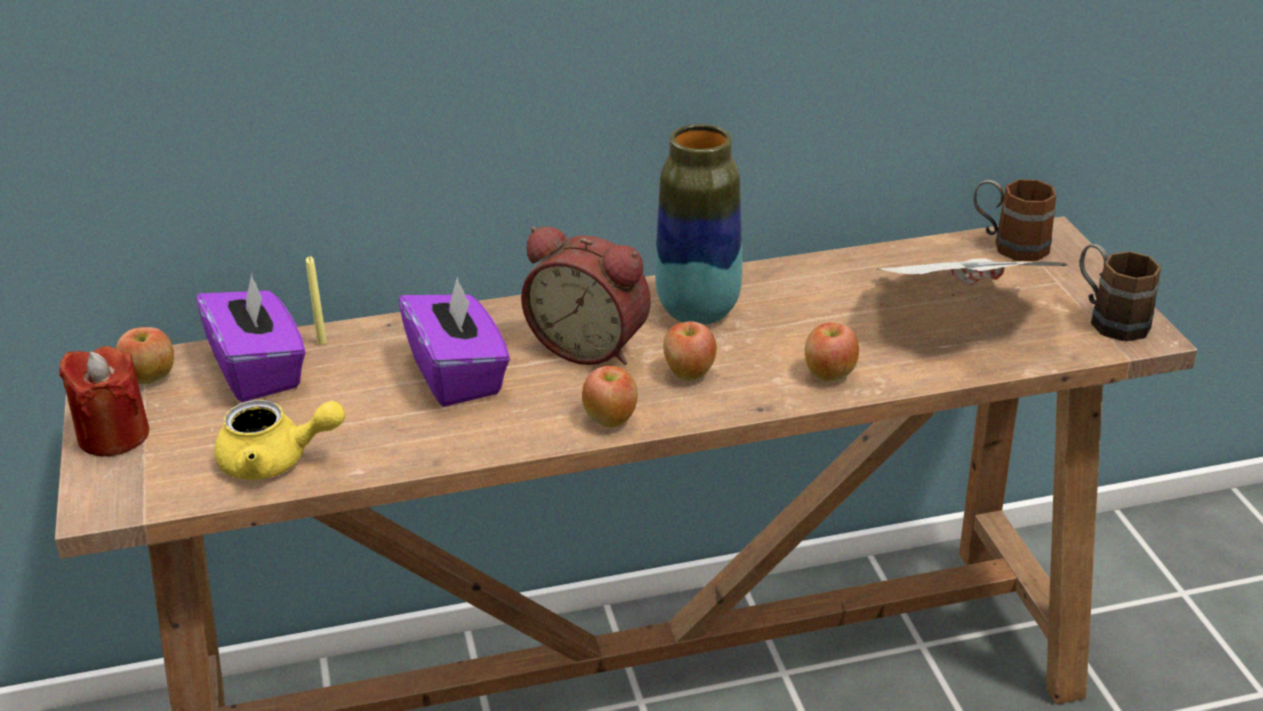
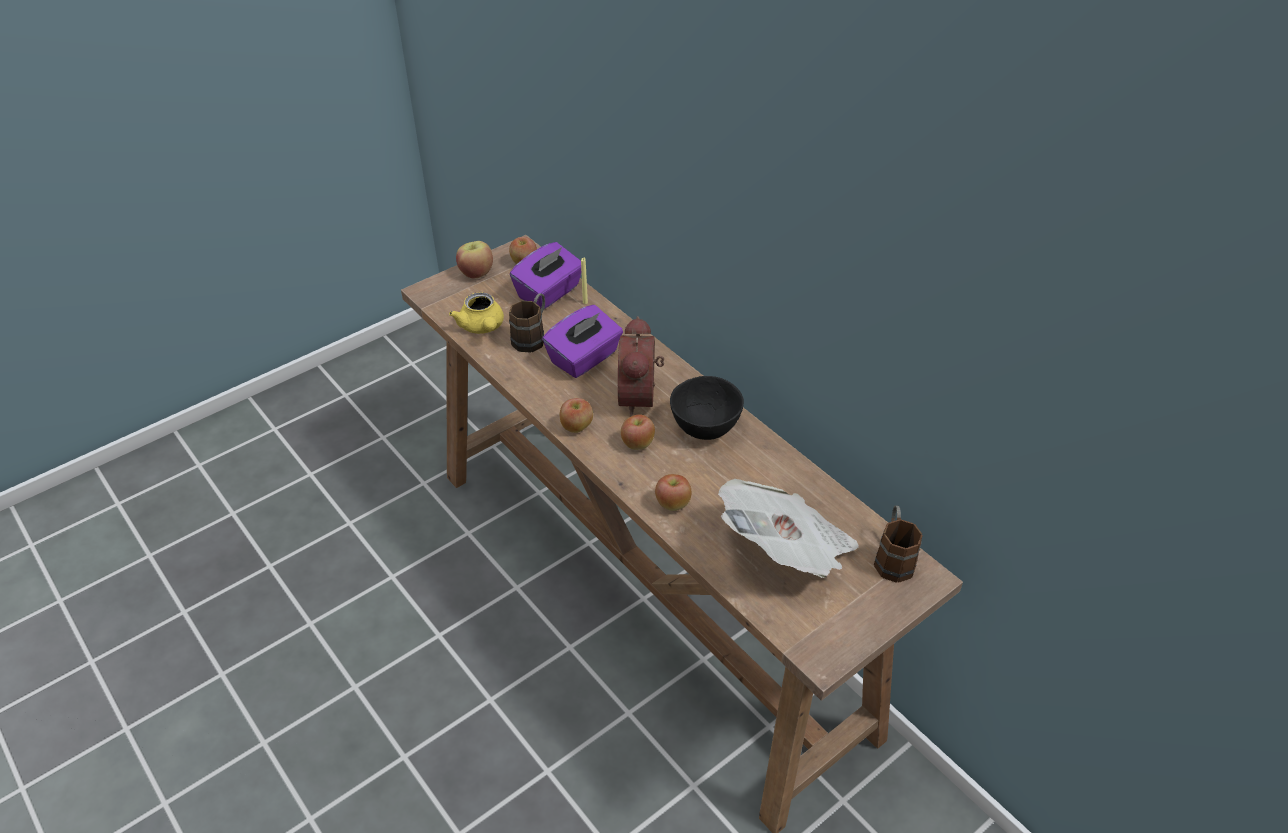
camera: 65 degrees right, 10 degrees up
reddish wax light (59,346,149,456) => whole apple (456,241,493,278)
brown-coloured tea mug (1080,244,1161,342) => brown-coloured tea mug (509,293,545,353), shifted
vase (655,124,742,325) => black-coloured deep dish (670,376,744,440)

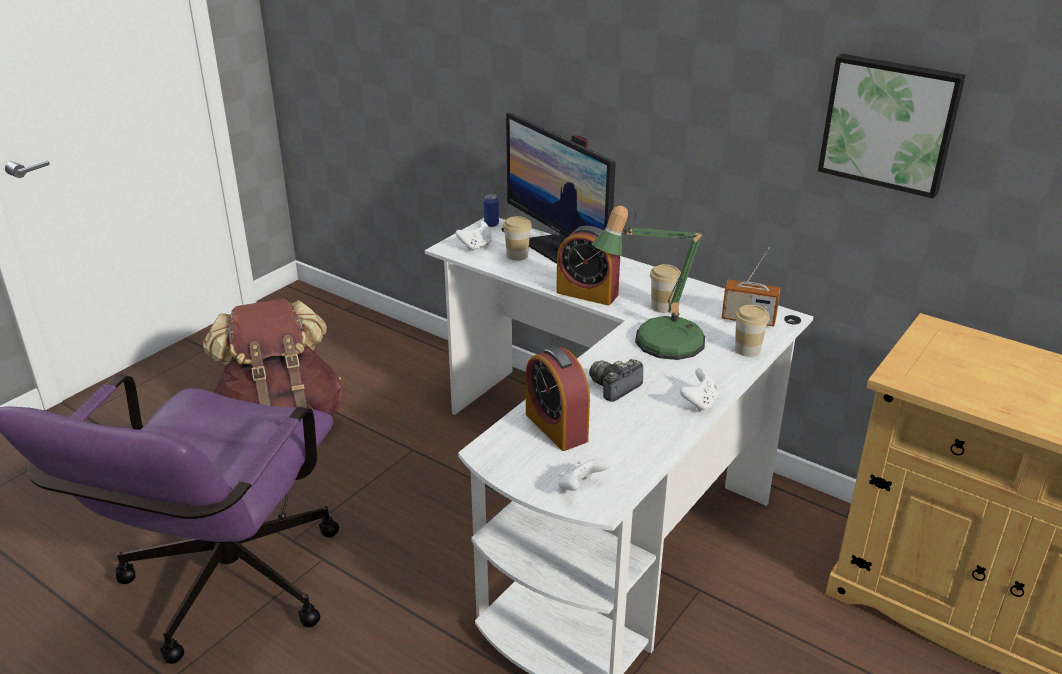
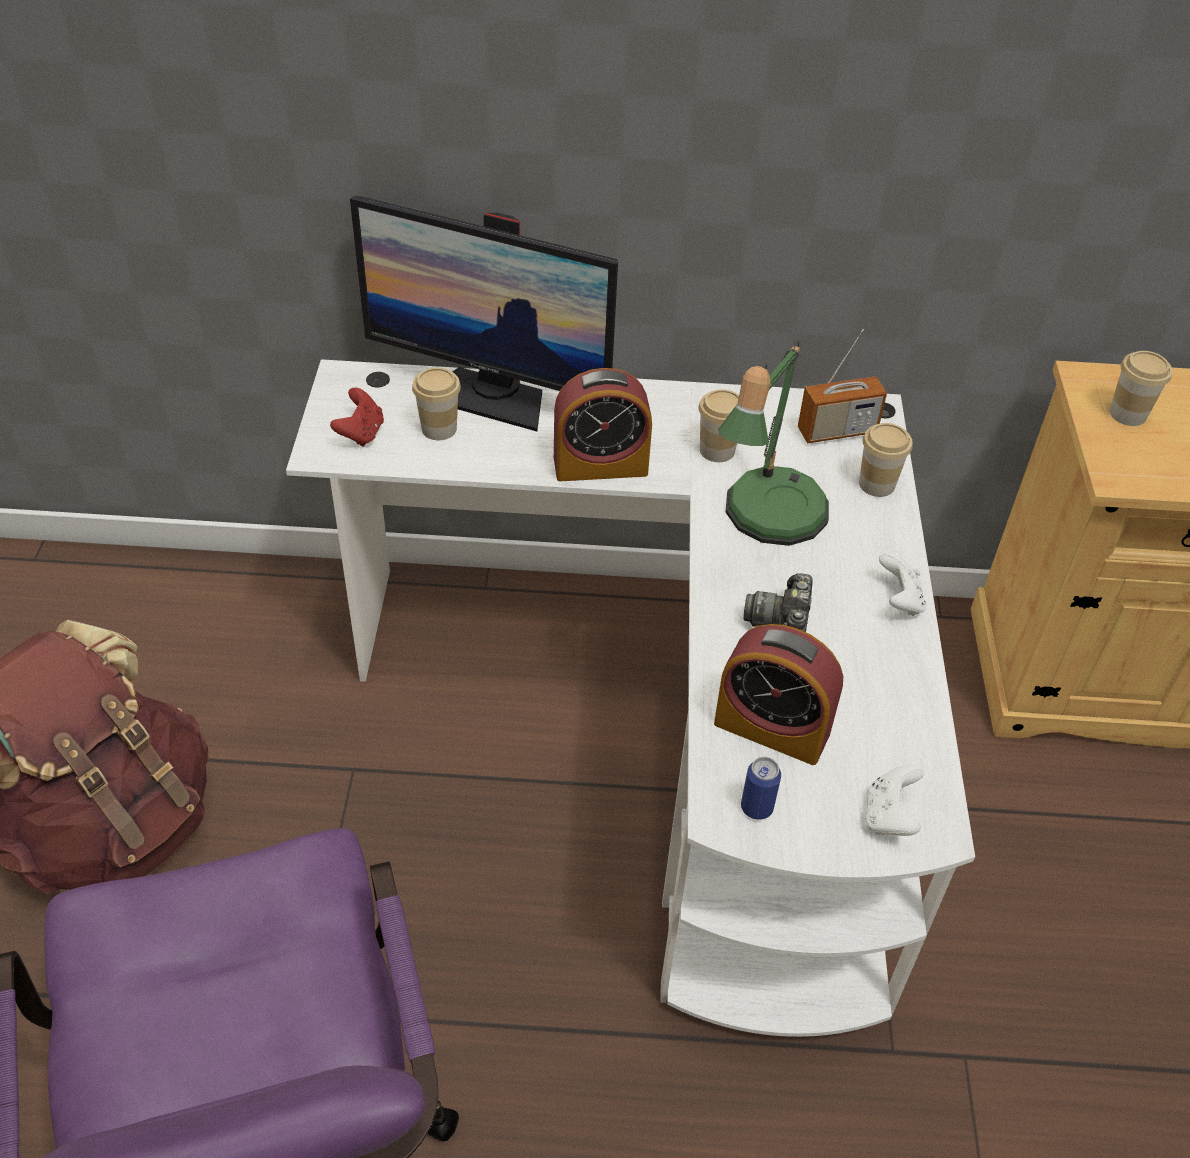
camera: 35 degrees left, 15 degrees up
white game controller (455,221,492,252) => reddish game controller (330,387,384,447)
sealed can (484,194,499,227) => sealed can (741,757,781,820), shifted
nothing => small cup (1110,351,1173,426)
wall picture (818,54,966,199) => nothing

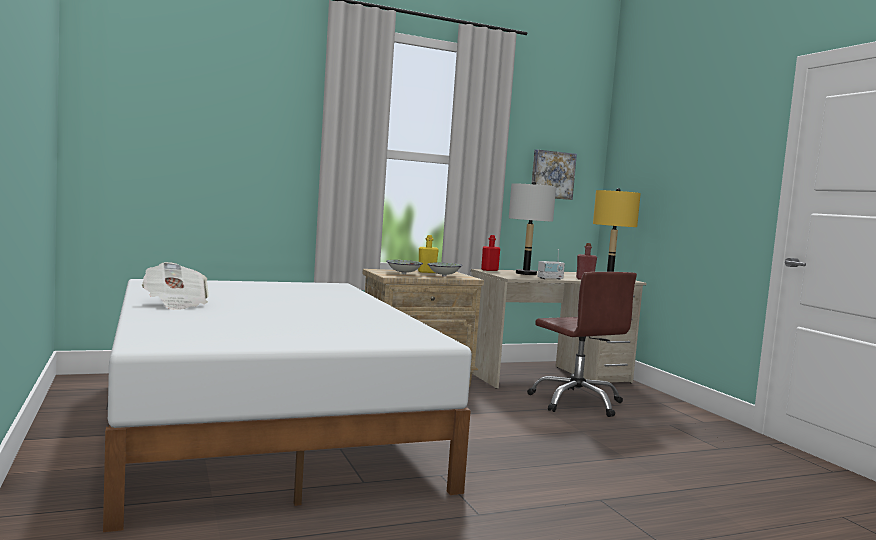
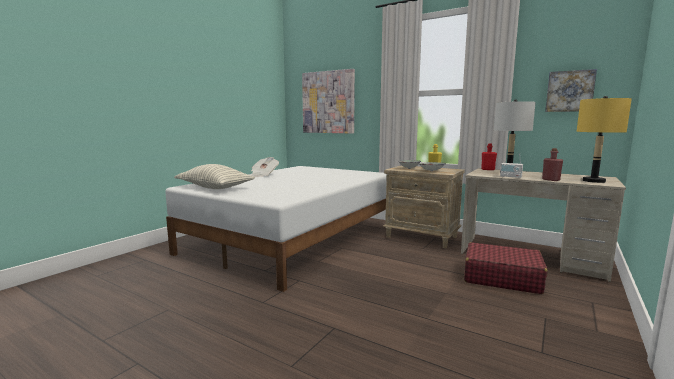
camera: 55 degrees right, 5 degrees up
nothing => throw pillow (174,164,255,189)
nothing => wall picture (302,69,355,134)
brown-coloured desk chair (528,272,637,417) => reddish piece of luggage (464,242,548,294)

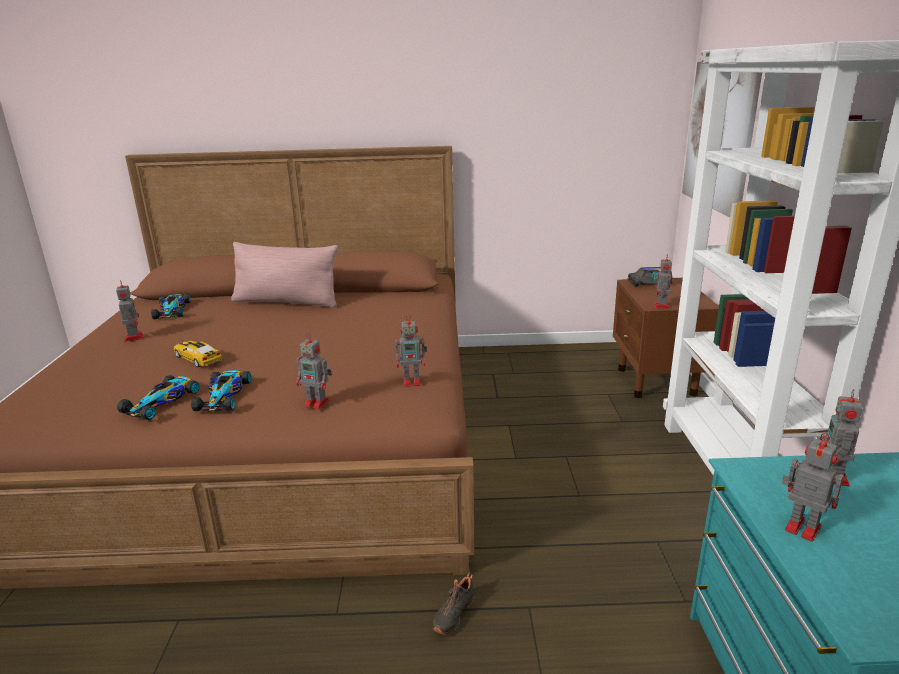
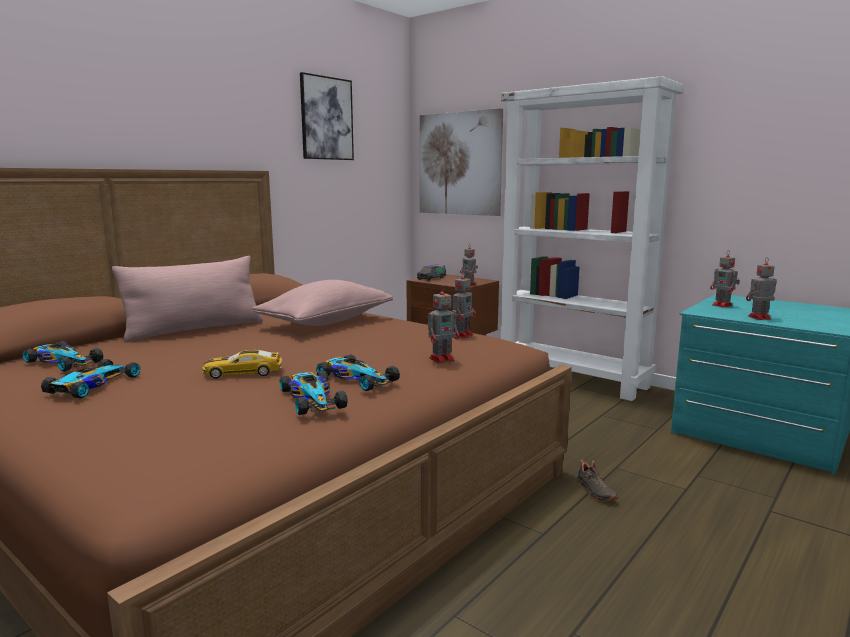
camera: 50 degrees left, 10 degrees down
toy robot (116,280,144,342) => miniature car (41,359,140,399)
nothing => pink throw pillow (252,280,393,326)
nothing => wall picture (300,72,354,160)

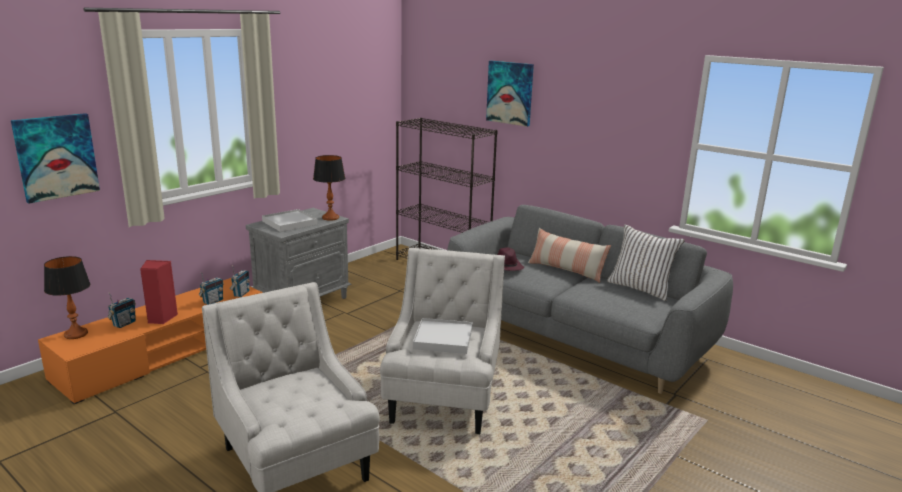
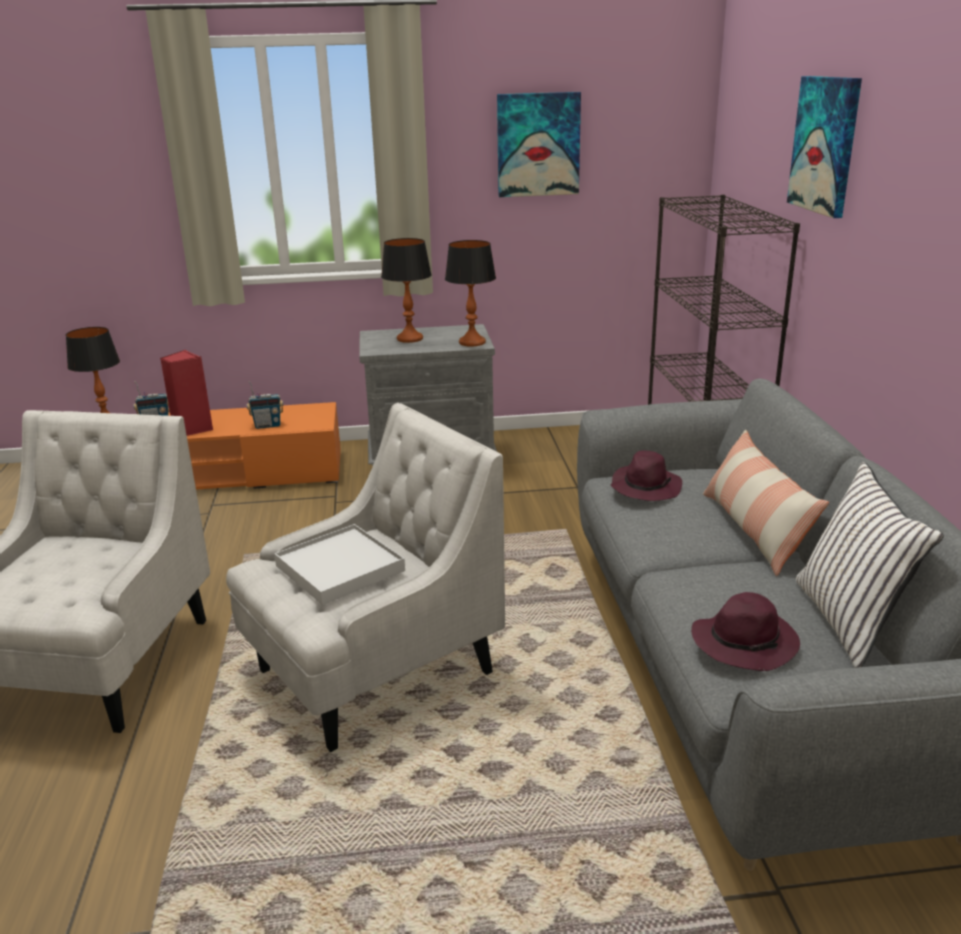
camera: 45 degrees right, 5 degrees up
white carrying tray (262,209,317,232) => tabletop lamp (381,238,432,343)
wall picture (11,113,100,203) => wall picture (497,92,581,197), shifted
nothing => purple-coloured wearable hat (691,592,800,671)
radio (230,265,250,297) => nothing

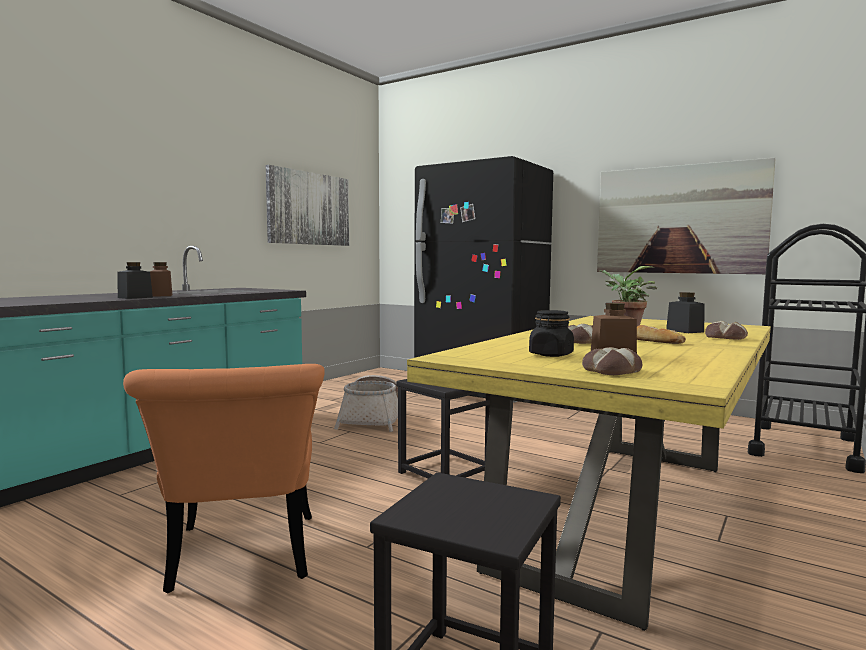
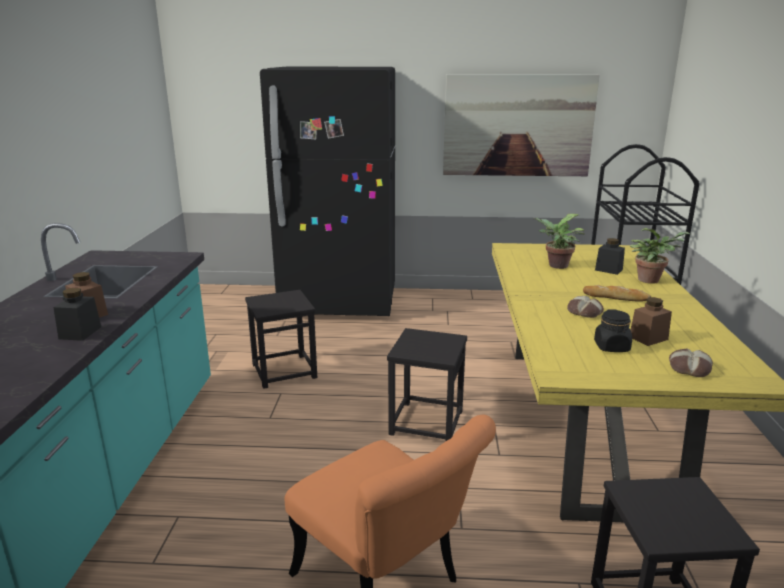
camera: 30 degrees left, 15 degrees up
household basket (334,375,398,432) => black-coloured stool (245,290,317,389)
bread (705,321,748,340) => plant in a pot (630,228,690,284)
wall picture (266,165,349,246) => nothing

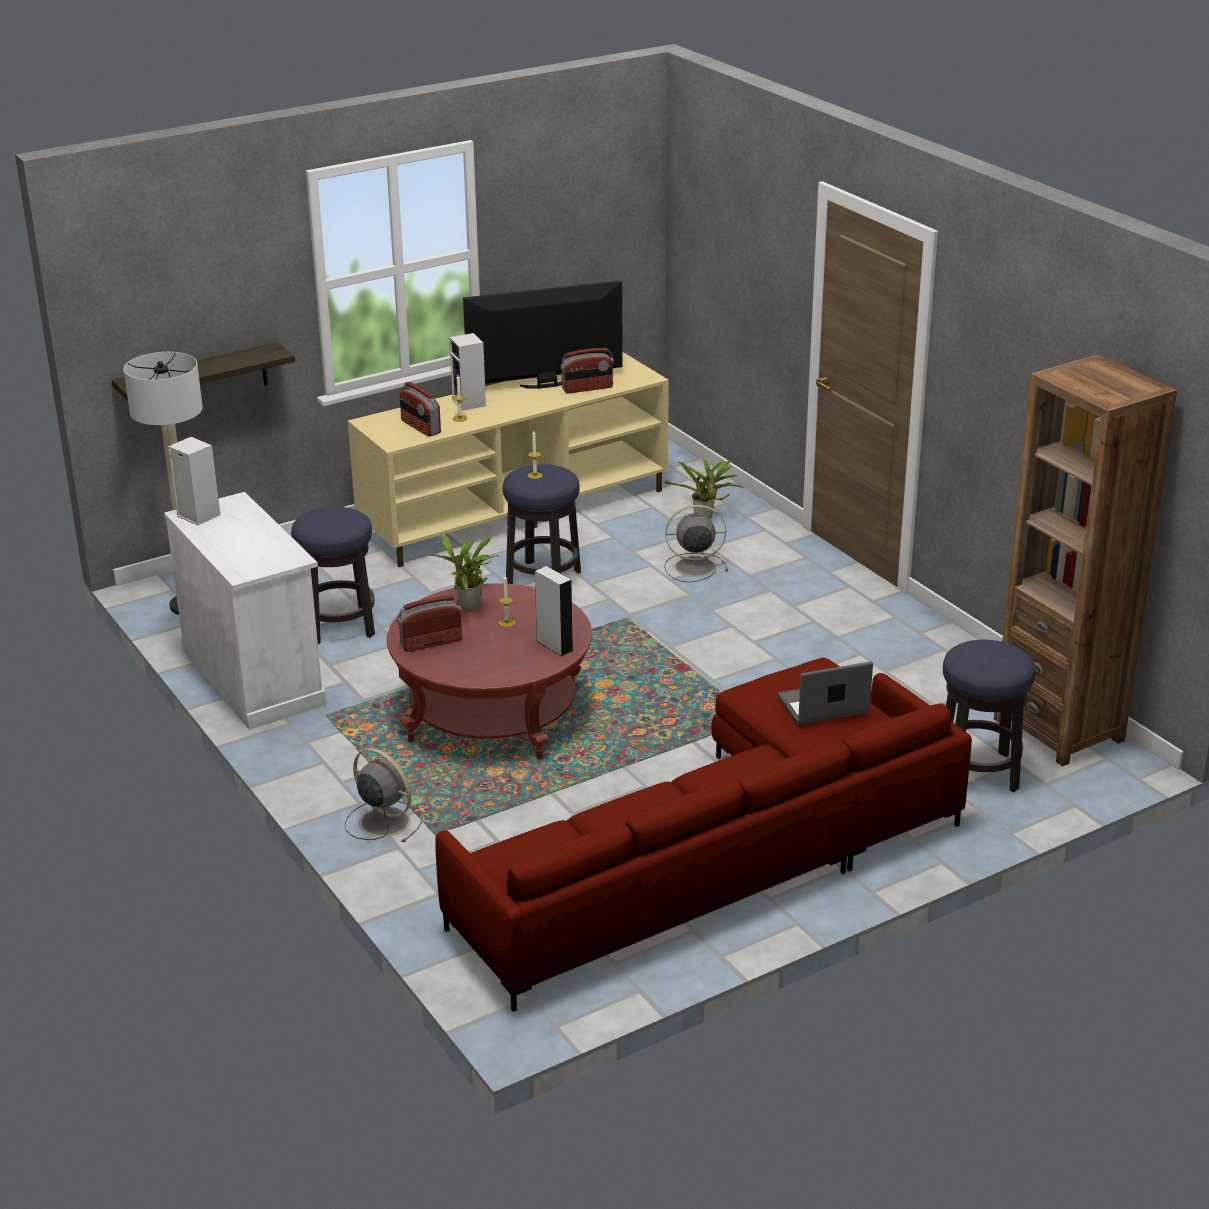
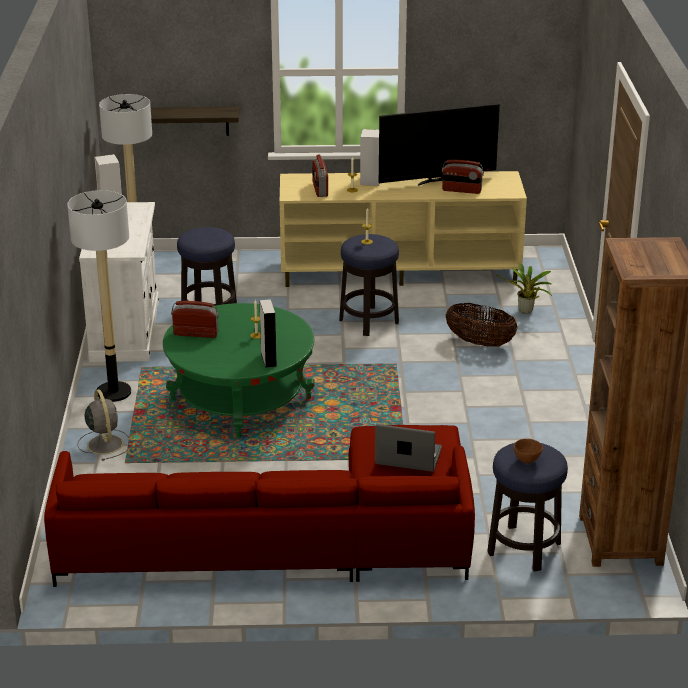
camera: 30 degrees right, 0 degrees up
nothing => standard lamp (67,190,131,402)
reddish lounge table (387,583,592,759) => greenish lounge table (163,303,315,438)
TV (463,280,623,389) => TV (379,103,500,185), 150 degrees clockwise
grey electric fan (664,505,728,582) => household basket (446,303,518,347)
nothing => brown-coloured deep dish (514,439,543,463)
plant in a pot (428,535,498,611) => nothing

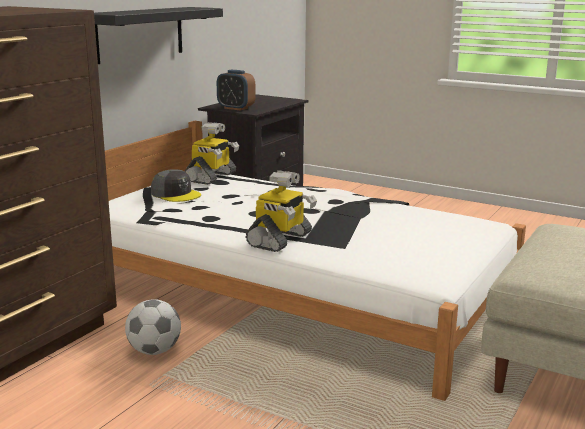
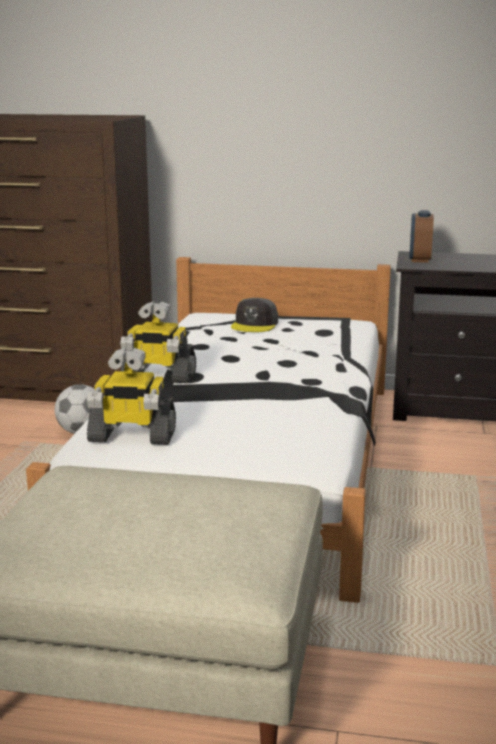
camera: 70 degrees right, 0 degrees up
toy robot (185,122,239,185) => toy robot (87,348,176,445), shifted
black-coloured bracket shelf (94,7,223,64) => nothing

